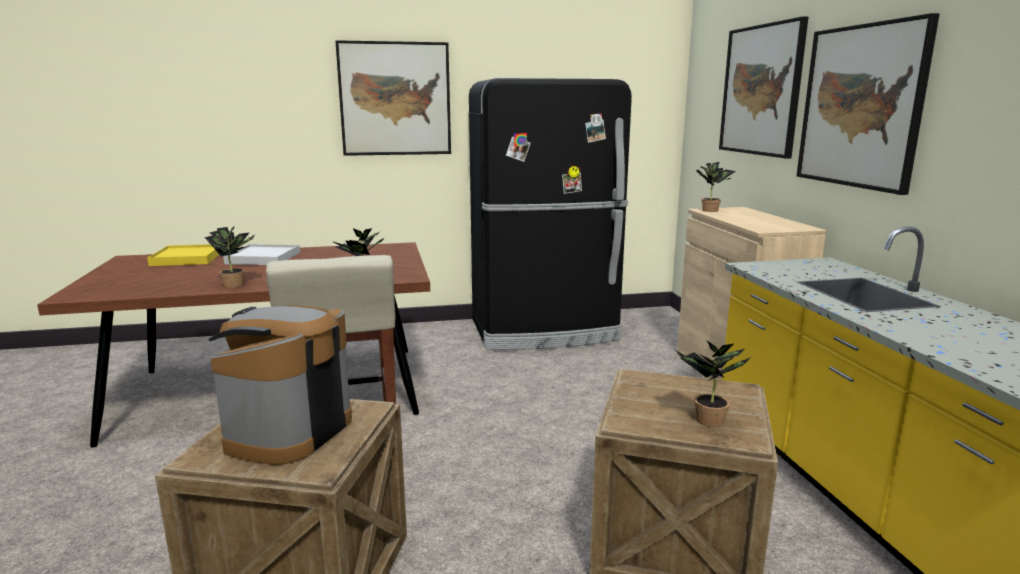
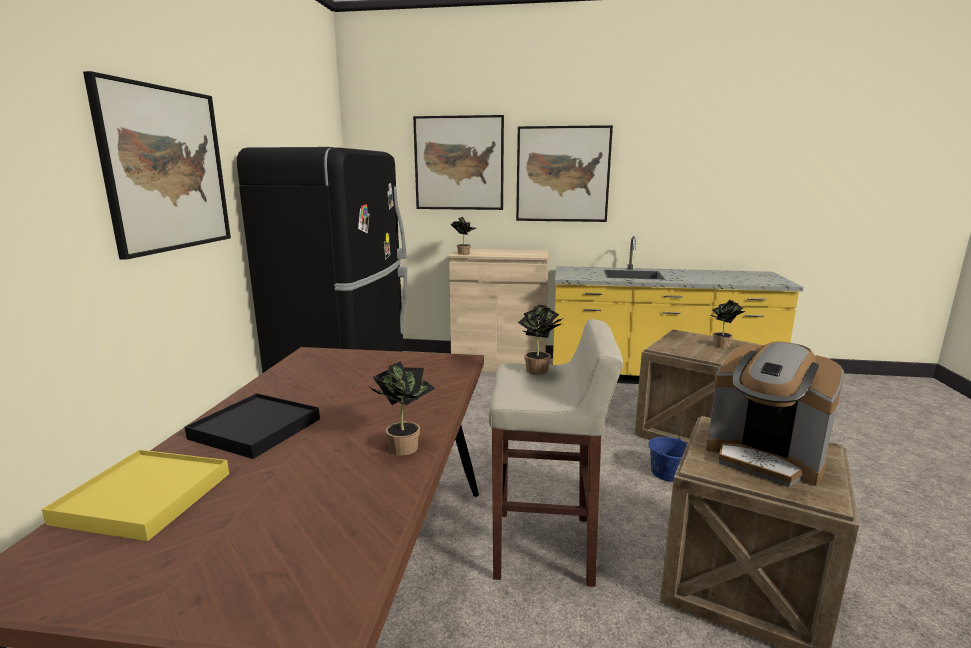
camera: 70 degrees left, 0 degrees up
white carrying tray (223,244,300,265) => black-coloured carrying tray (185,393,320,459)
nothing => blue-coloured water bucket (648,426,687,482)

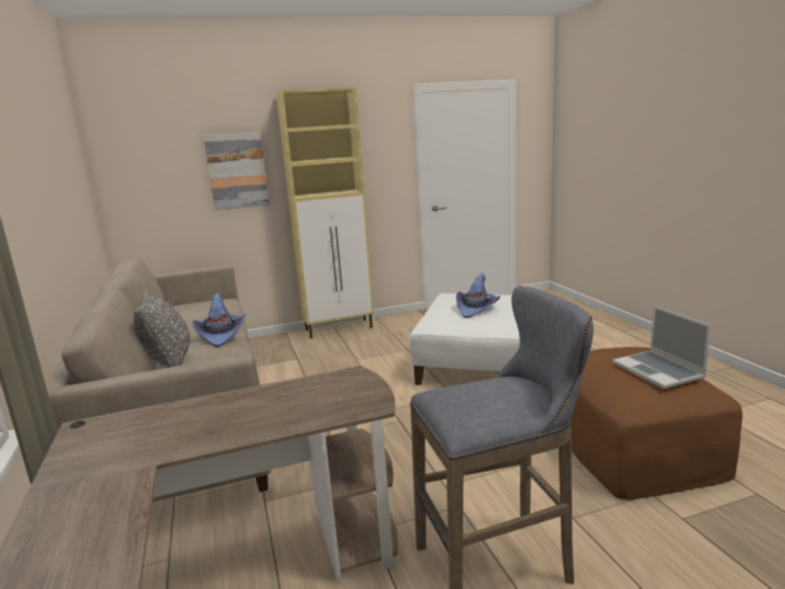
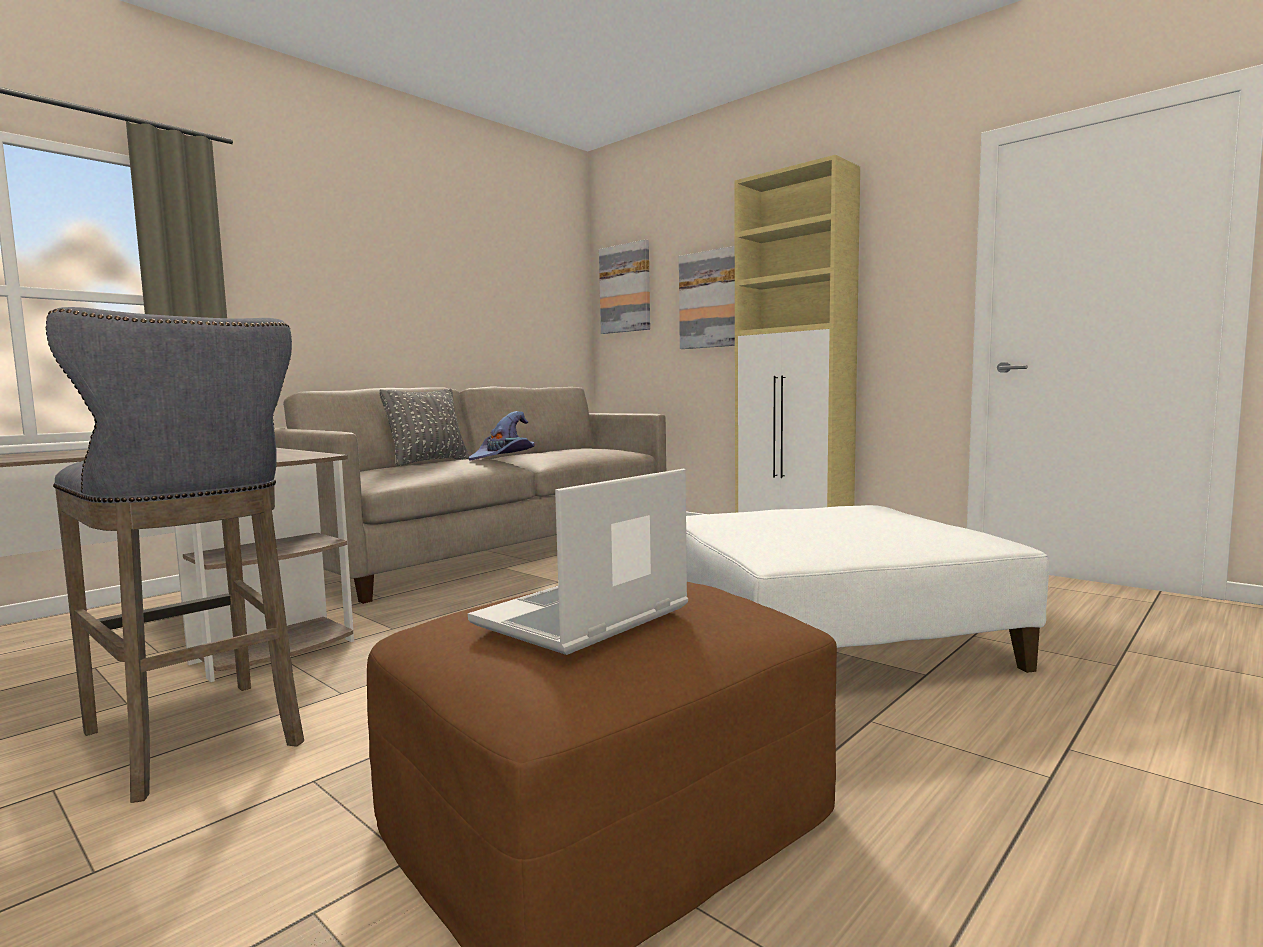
camera: 60 degrees right, 10 degrees down
nothing => wall picture (599,239,650,334)
purple-coloured wearable hat (456,274,500,318) => nothing

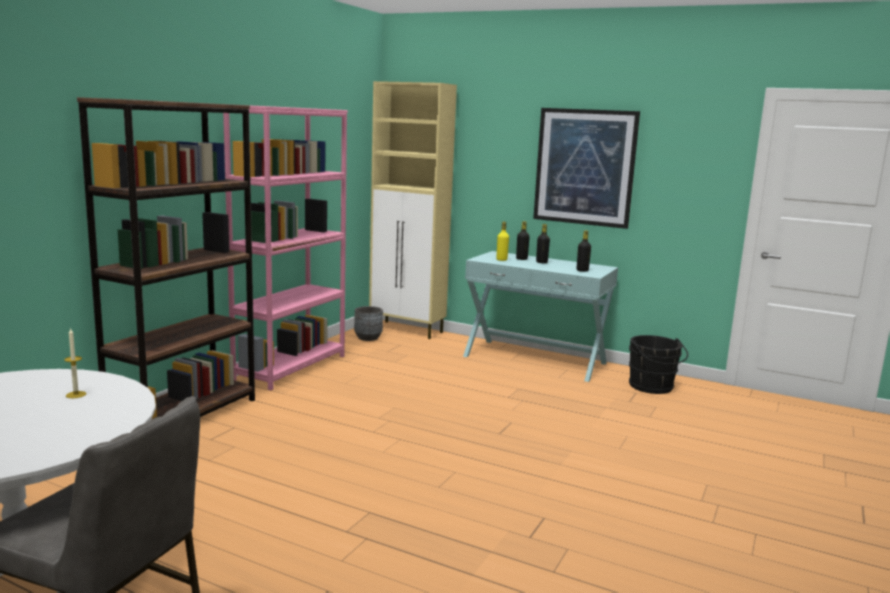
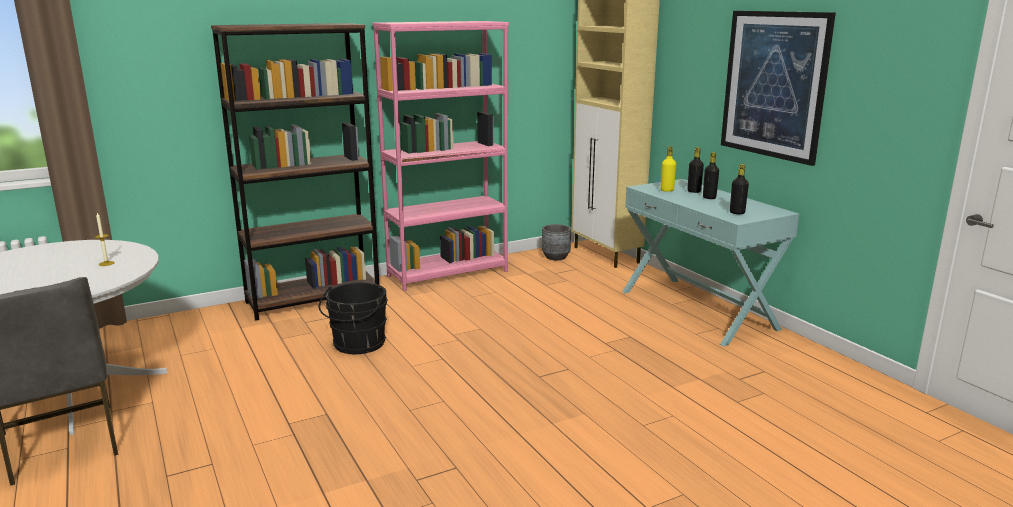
camera: 35 degrees right, 5 degrees up
black-coloured water bucket (629,335,688,394) => black-coloured water bucket (318,282,388,354), shifted

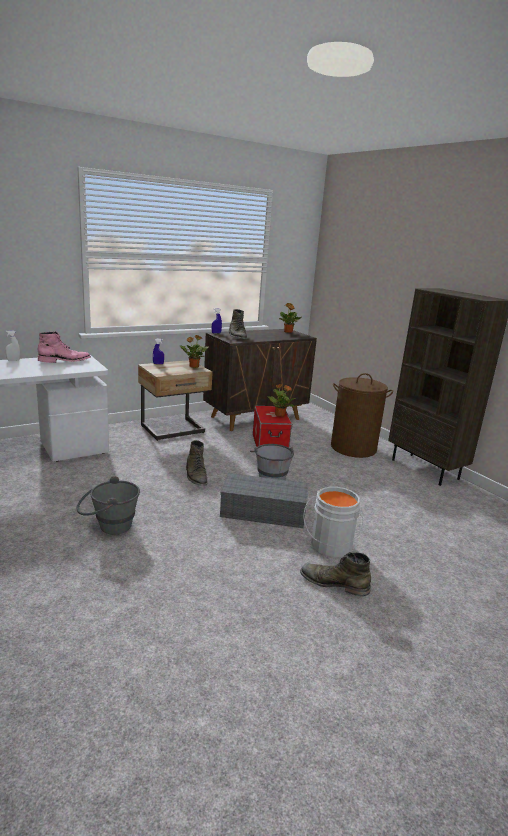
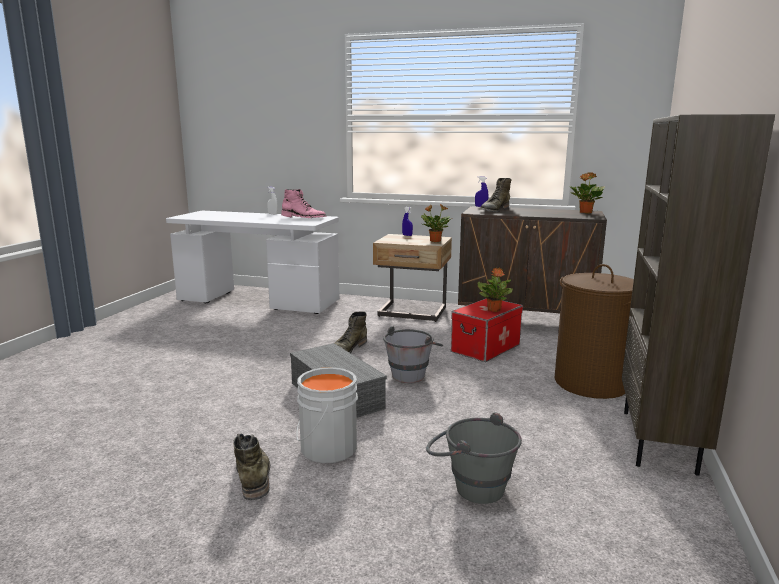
camera: 50 degrees right, 5 degrees down
grey water bucket (77,476,140,534) => grey water bucket (426,412,522,504), shifted

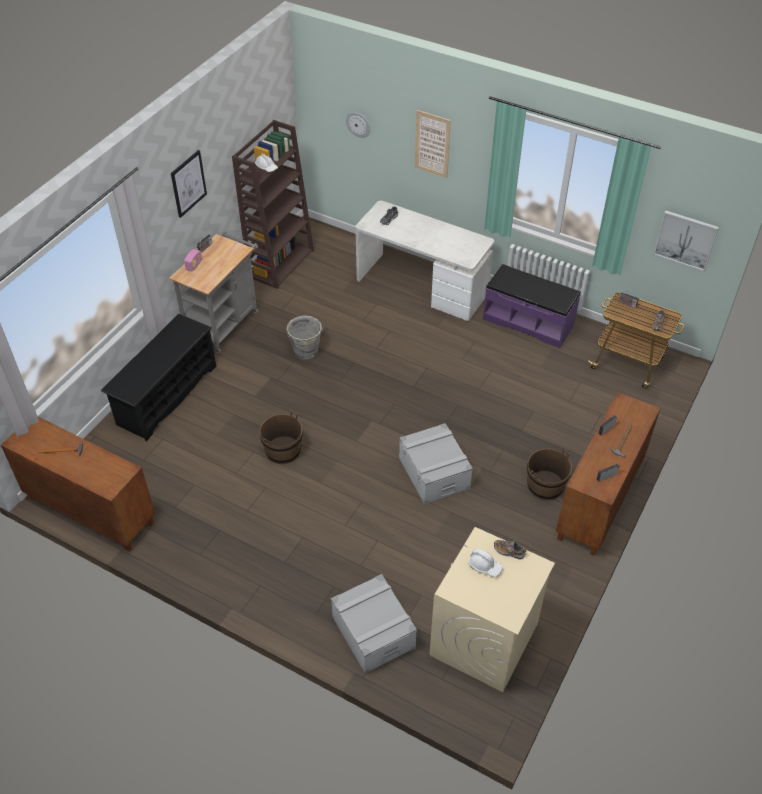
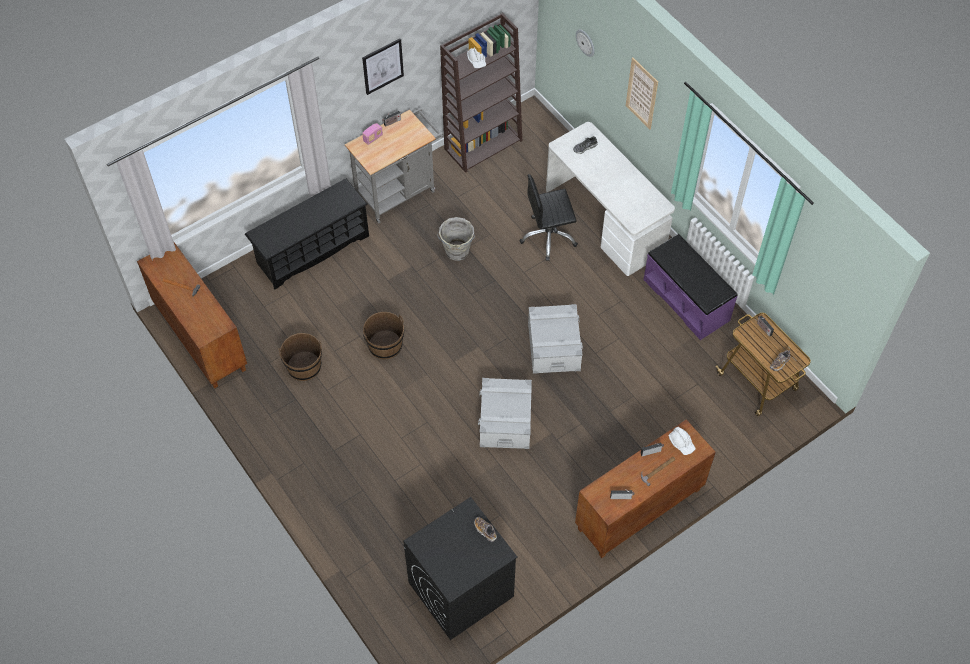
camera: 25 degrees right, 10 degrees up
brown-coloured water bucket (527,449,572,500) => brown-coloured water bucket (279,333,322,381), shifted
beige washing machine (429,527,555,692) => black-coloured washing machine (403,497,517,640)
nothing => black-coloured desk chair (519,174,578,261)
grey storage box (331,574,417,674) => grey storage box (528,304,583,374), shifted
white hard hat (468,549,503,577) => white hard hat (669,427,696,455), shifted
wall picture (653,211,719,271) => nothing

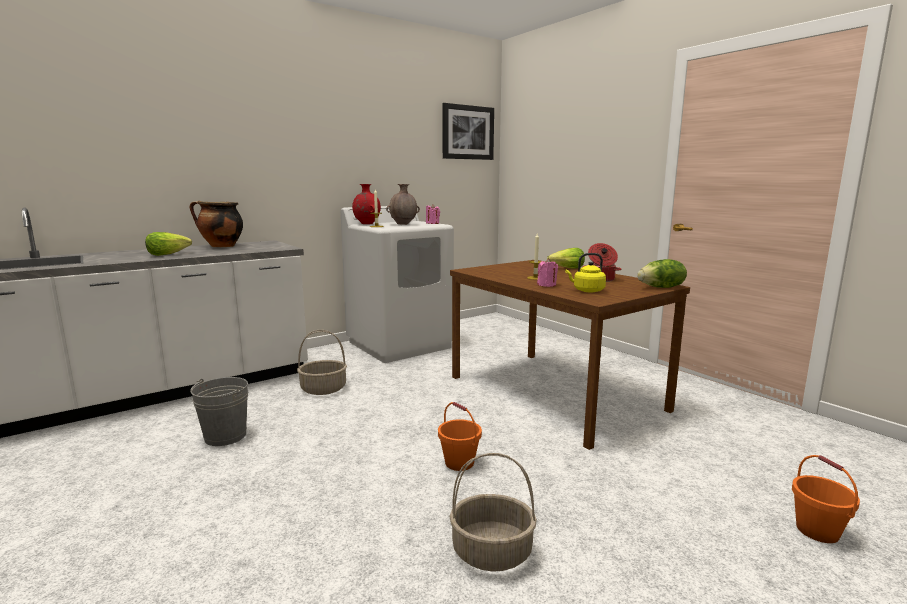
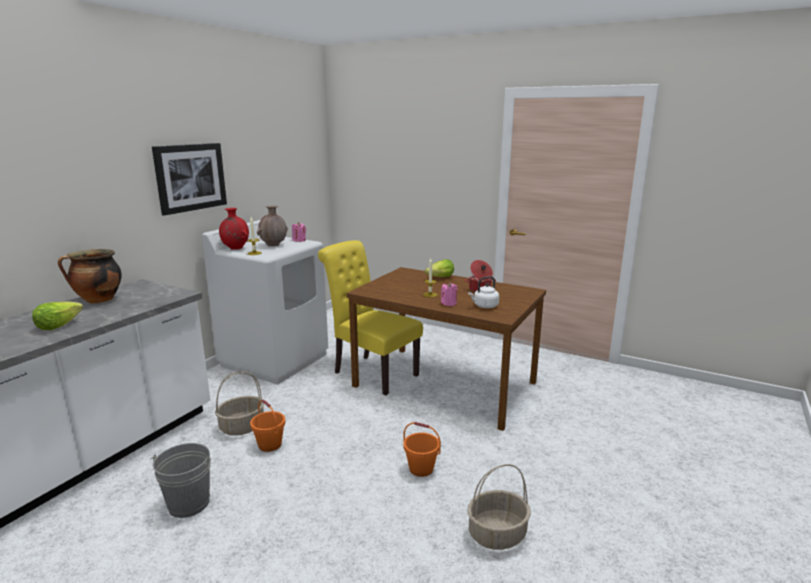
camera: 25 degrees left, 5 degrees up
wall picture (442,103,494,160) => wall picture (152,143,227,216), shifted
orangey water bucket (792,455,860,543) => orangey water bucket (250,399,286,452), shifted
nothing => yellowish upright chair (318,240,423,395)
yellowish water kettle (565,253,606,292) => white water kettle (468,276,499,308)
lettuce head (637,259,687,288) => nothing

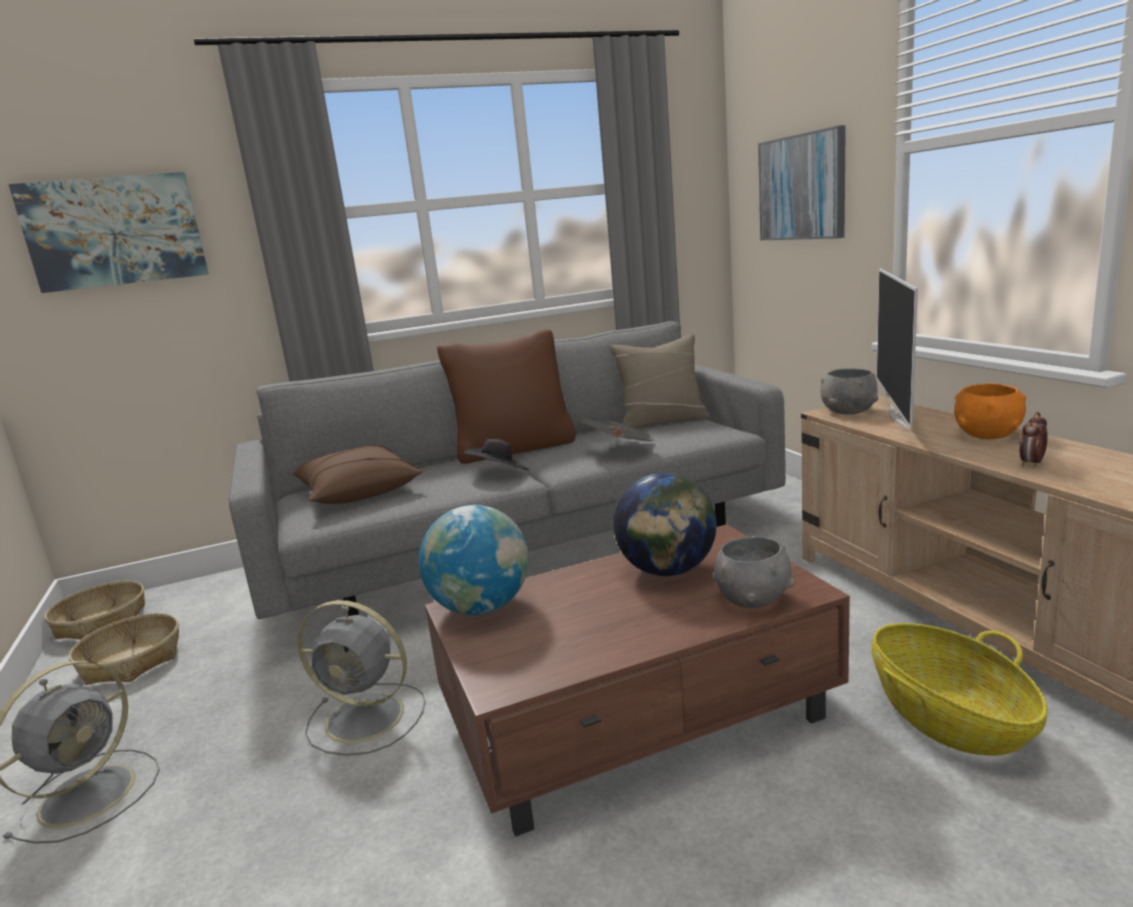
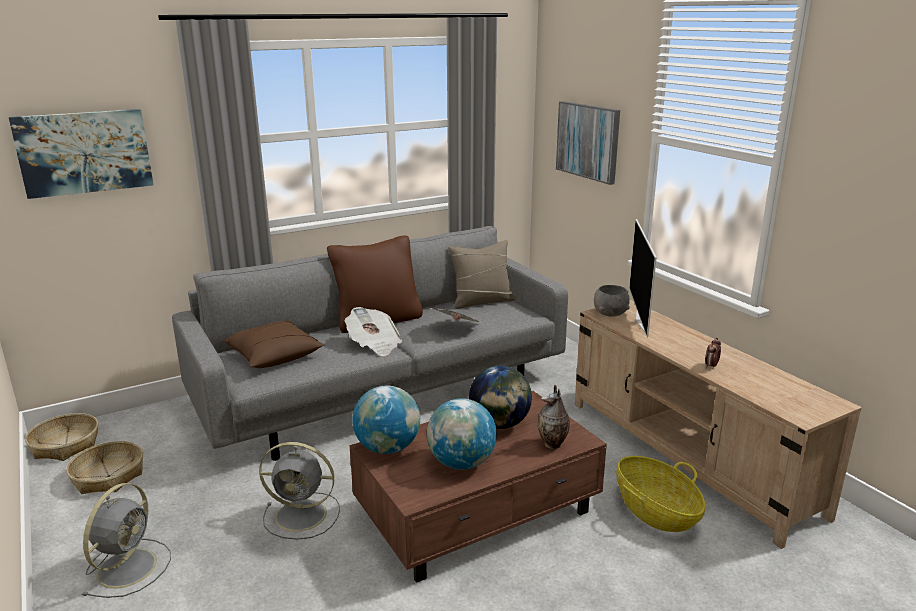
camera: 10 degrees left, 5 degrees up
black-coloured wearable hat (464,439,529,470) => printed paper (345,307,402,356)
nothing => world globe (427,398,497,470)
grey deep dish (713,536,794,608) => vase (538,385,570,450)
orangey deep dish (954,384,1026,439) => nothing

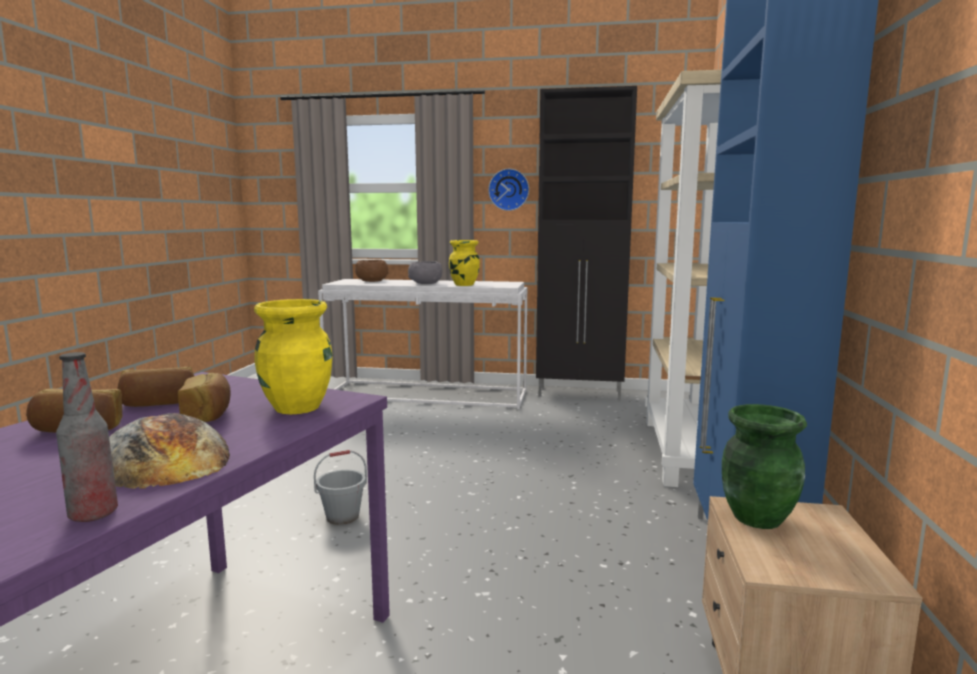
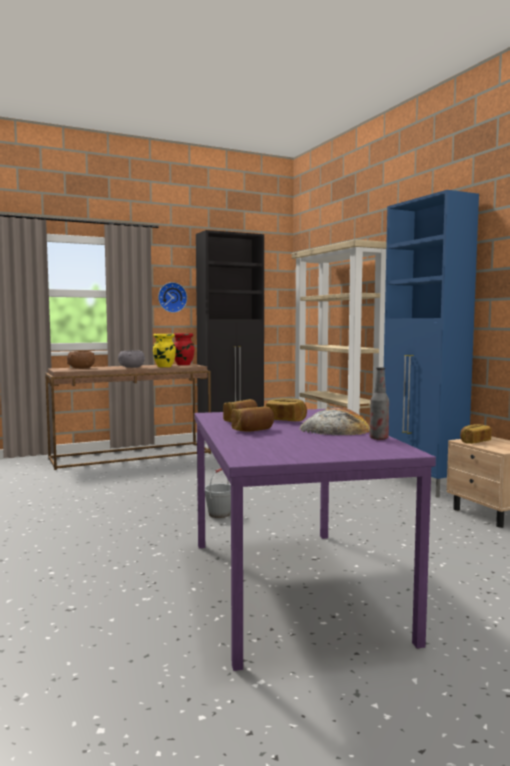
camera: 35 degrees left, 5 degrees down
white narrow table (318,279,527,409) => brown-coloured narrow table (45,364,211,470)
nothing => reddish vase (174,333,194,365)
greenish vase (722,404,807,529) => bread (460,424,491,444)
yellowish vase (254,299,333,414) => nothing

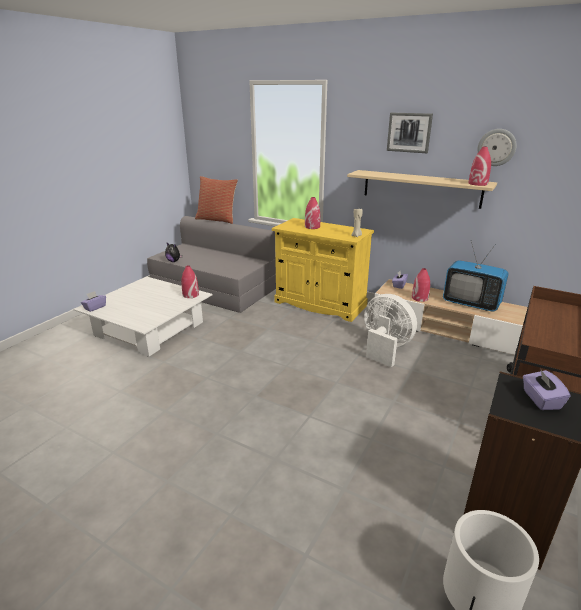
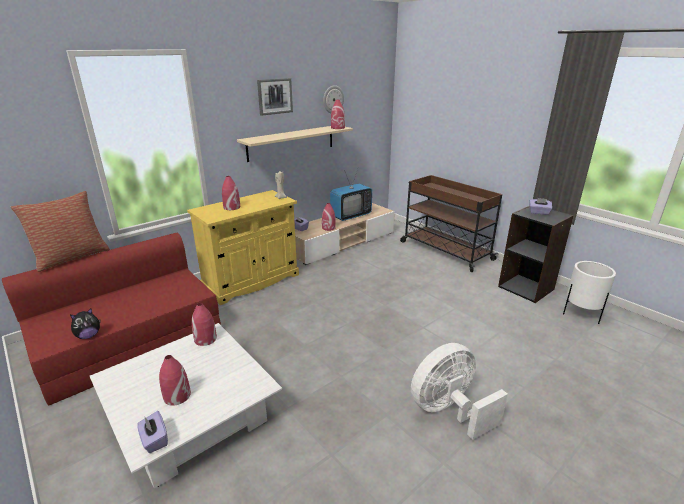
camera: 70 degrees left, 0 degrees up
grey sofa (147,216,276,313) => reddish sofa (2,233,221,405)
nothing => reddish vase (159,355,191,406)
white electric fan (364,294,417,367) => white electric fan (411,343,508,440), shifted

